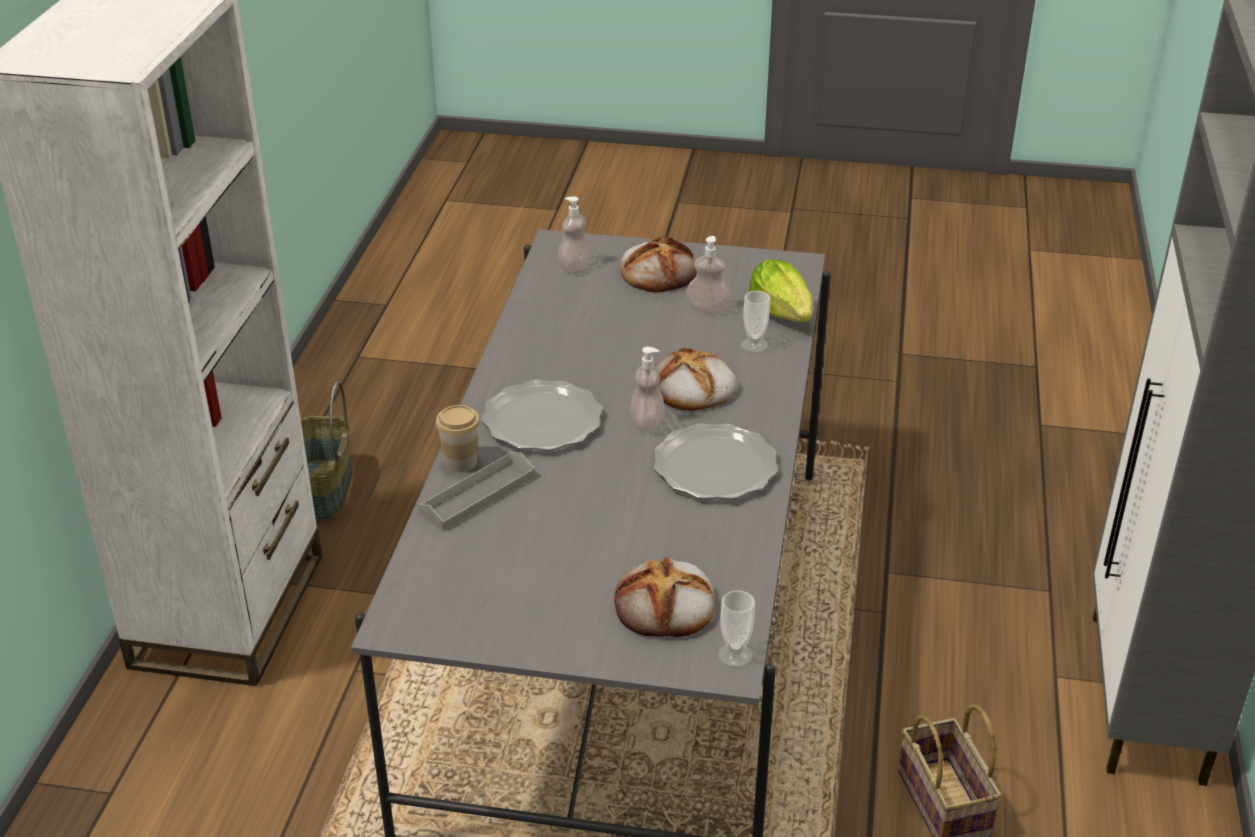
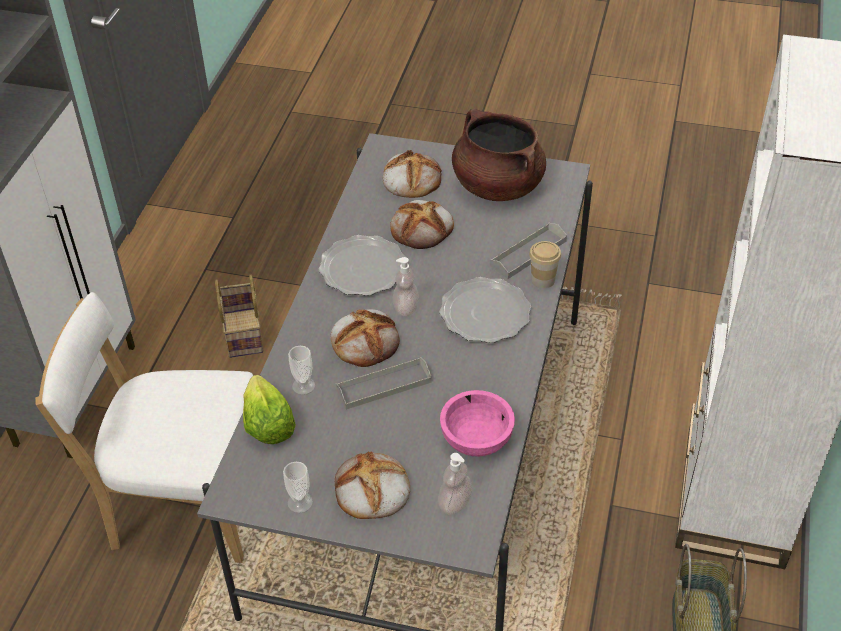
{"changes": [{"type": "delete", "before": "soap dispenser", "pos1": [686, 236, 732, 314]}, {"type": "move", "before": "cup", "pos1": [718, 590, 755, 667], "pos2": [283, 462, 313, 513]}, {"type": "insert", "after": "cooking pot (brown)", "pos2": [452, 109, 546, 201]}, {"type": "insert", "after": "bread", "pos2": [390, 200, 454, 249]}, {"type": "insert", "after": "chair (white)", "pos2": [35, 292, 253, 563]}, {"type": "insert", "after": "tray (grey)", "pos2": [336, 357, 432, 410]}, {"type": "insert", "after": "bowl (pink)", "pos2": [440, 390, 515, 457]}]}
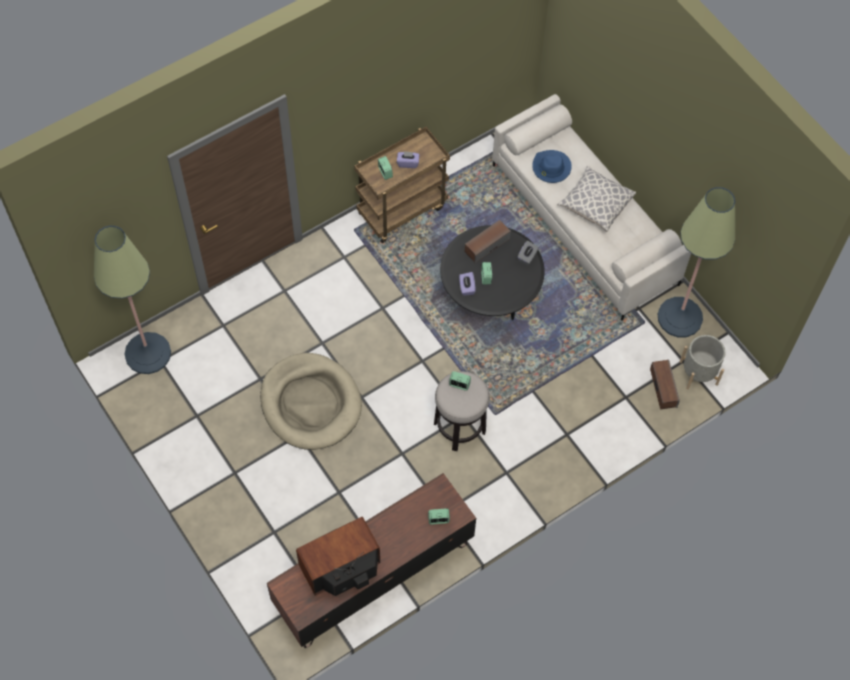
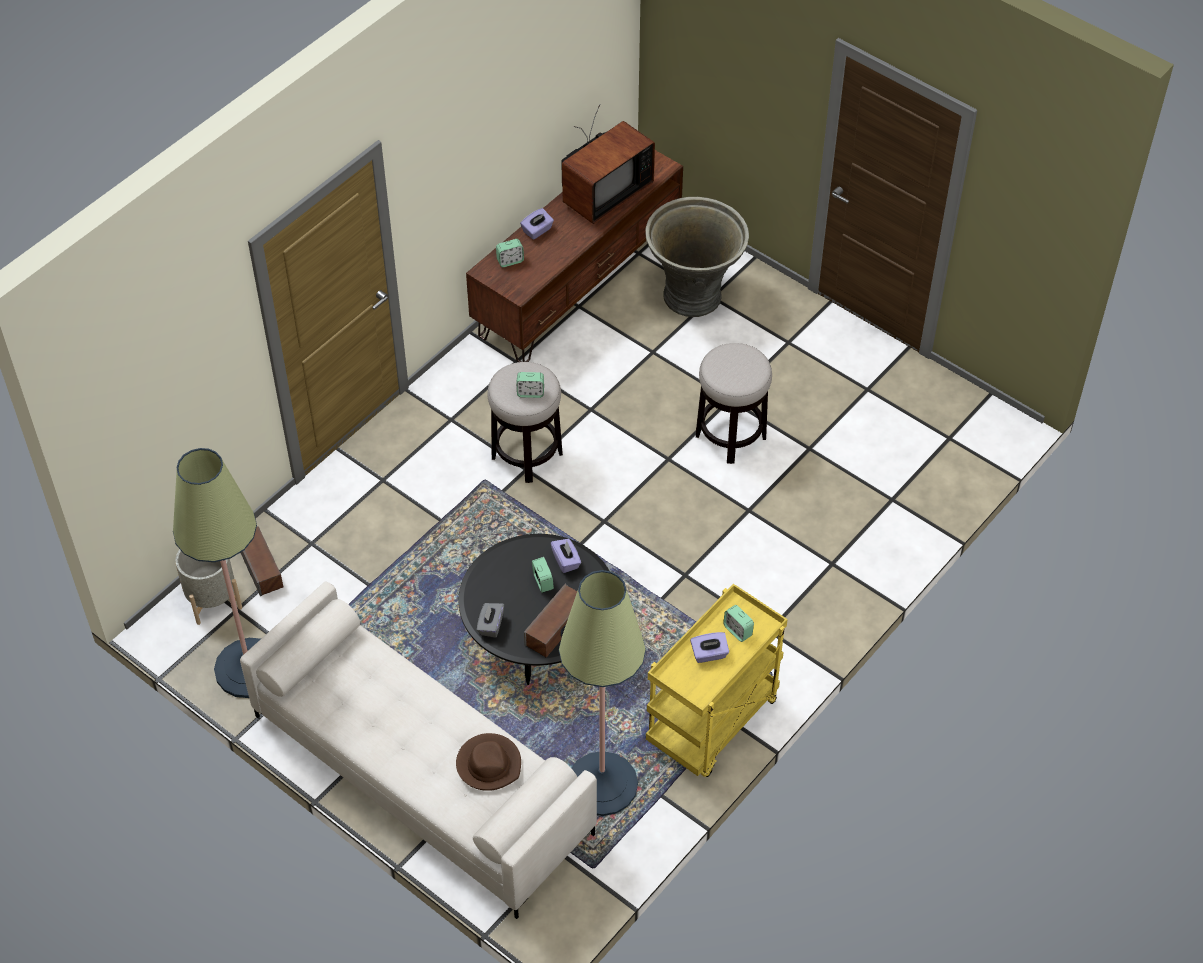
{"changes": [{"type": "recolor", "before": "cart (brown)", "after": "cart (yellow)", "pos1": [354, 127, 450, 243], "pos2": [646, 584, 788, 777]}, {"type": "recolor", "before": "hat (blue)", "after": "hat (brown)", "pos1": [532, 150, 572, 183], "pos2": [456, 733, 521, 791]}, {"type": "delete", "before": "pillow", "pos1": [558, 166, 636, 232]}, {"type": "move", "before": "floor lamp", "pos1": [94, 226, 171, 374], "pos2": [559, 570, 646, 816]}, {"type": "replace", "before": "dog bed (beige)", "after": "stool", "pos1": [260, 353, 362, 450], "pos2": [696, 343, 772, 464]}, {"type": "insert", "after": "planter (grey)", "pos2": [646, 197, 749, 317]}, {"type": "insert", "after": "tissue box (purple)", "pos2": [520, 208, 554, 240]}]}
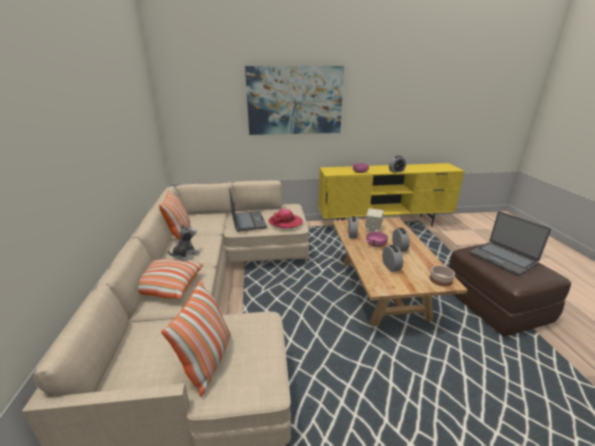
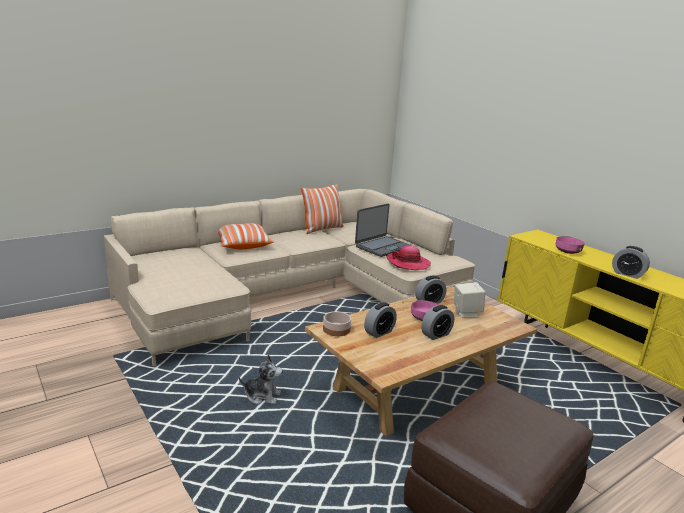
{"changes": [{"type": "delete", "before": "picture", "pos1": [245, 66, 344, 135]}, {"type": "delete", "before": "laptop", "pos1": [470, 211, 551, 276]}, {"type": "move", "before": "plush toy", "pos1": [168, 224, 200, 260], "pos2": [239, 355, 283, 404]}, {"type": "move", "before": "bowl", "pos1": [430, 265, 455, 287], "pos2": [323, 312, 351, 336]}, {"type": "delete", "before": "pillow", "pos1": [161, 280, 231, 397]}]}
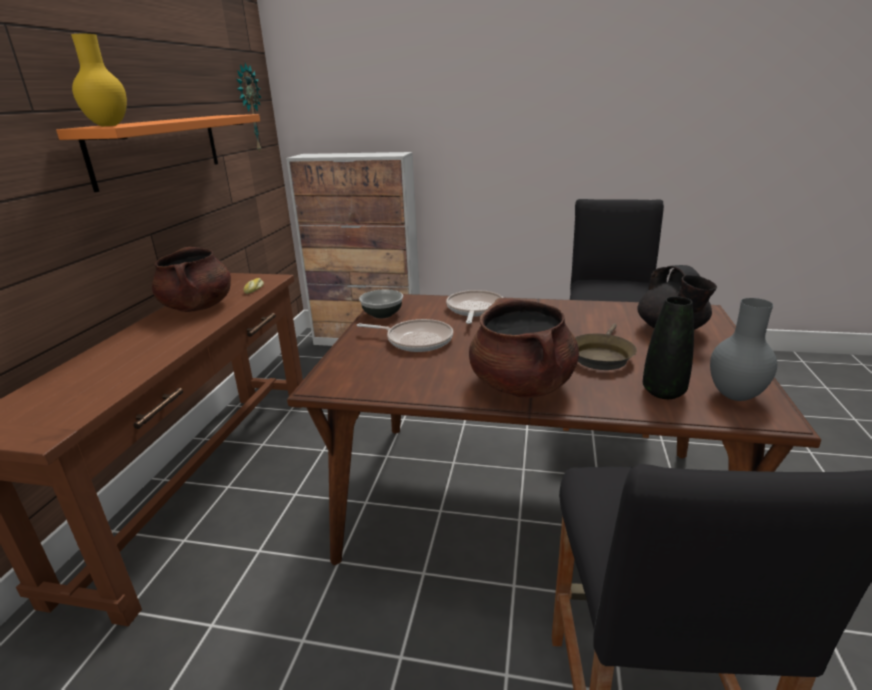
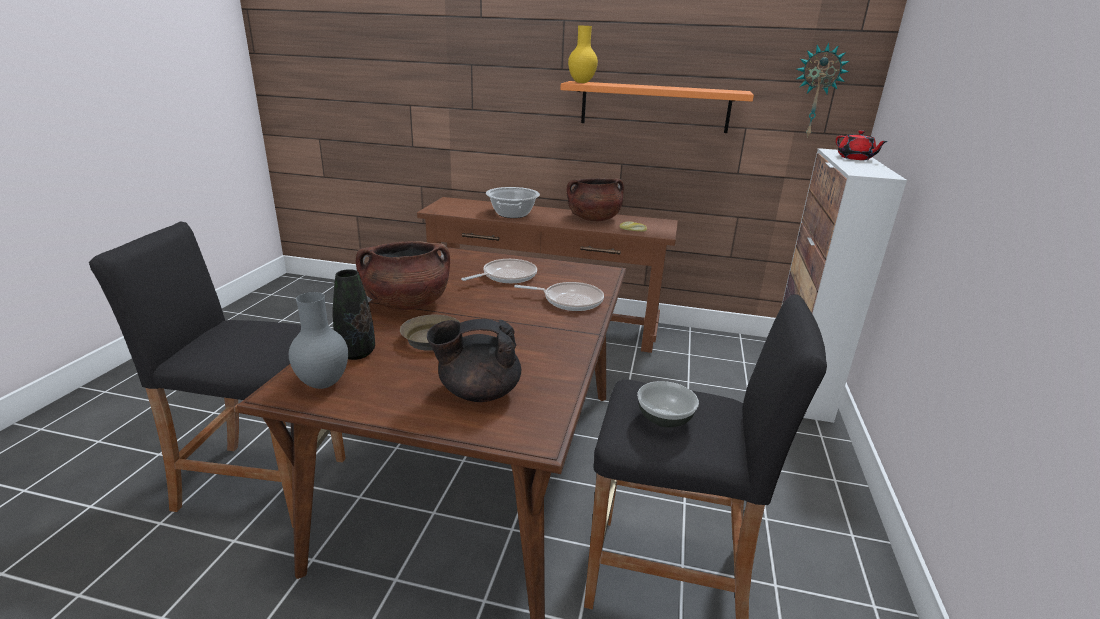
{"changes": [{"type": "move", "before": "bowl", "pos1": [359, 289, 403, 318], "pos2": [637, 381, 699, 428]}, {"type": "rotate", "before": "frying pan", "pos1": [357, 319, 453, 352], "pos2": [461, 259, 537, 283], "turn": -150}, {"type": "insert", "after": "teapot (red)", "pos2": [836, 130, 888, 160]}, {"type": "insert", "after": "cooking pot", "pos2": [486, 187, 540, 218]}]}
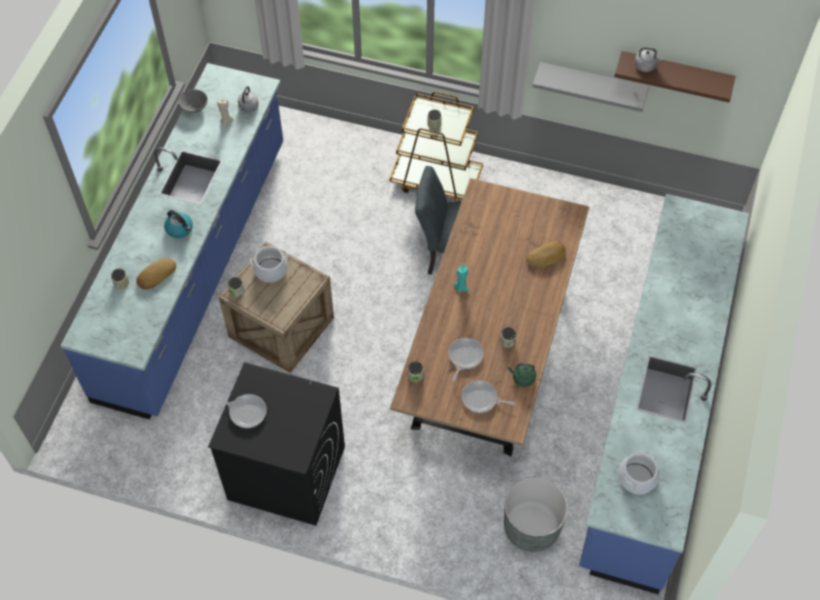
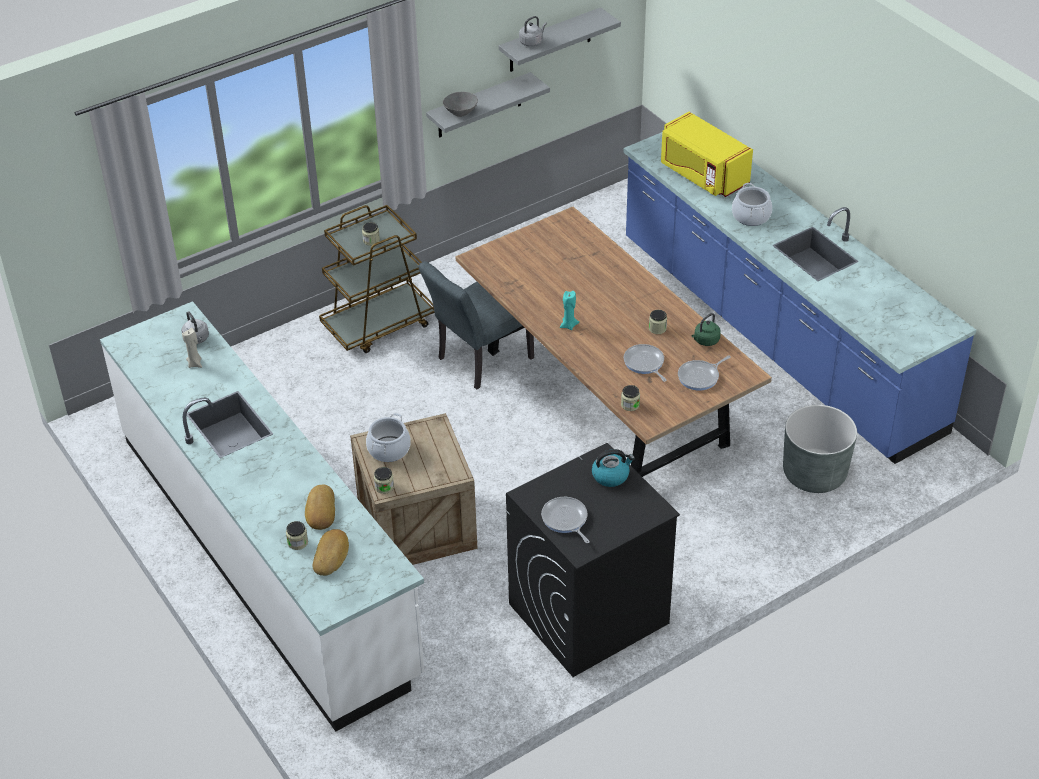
{"changes": [{"type": "recolor", "before": "shelf (brown)", "after": "shelf (grey)", "pos1": [614, 51, 735, 102], "pos2": [499, 7, 621, 72]}, {"type": "recolor", "before": "counter (blue)", "after": "counter (white)", "pos1": [60, 63, 283, 419], "pos2": [100, 301, 424, 732]}, {"type": "move", "before": "bowl (grey)", "pos1": [178, 89, 208, 113], "pos2": [443, 92, 478, 117]}, {"type": "move", "before": "kettle", "pos1": [164, 210, 193, 238], "pos2": [592, 449, 635, 487]}, {"type": "move", "before": "bread", "pos1": [526, 241, 565, 267], "pos2": [313, 529, 349, 576]}, {"type": "rotate", "before": "frying pan", "pos1": [213, 394, 267, 428], "pos2": [541, 497, 589, 543], "turn": -90}, {"type": "move", "before": "cooking pot", "pos1": [618, 451, 659, 494], "pos2": [732, 183, 772, 226]}, {"type": "insert", "after": "microwave (yellow)", "pos2": [661, 112, 753, 197]}]}
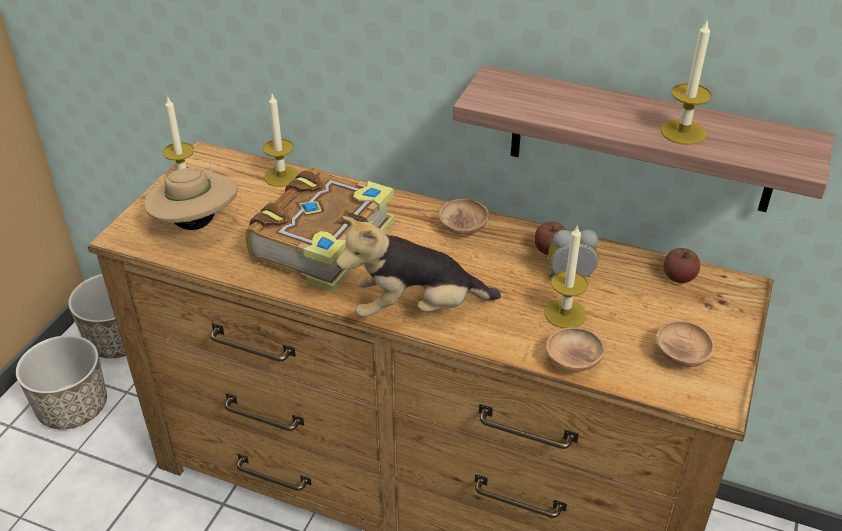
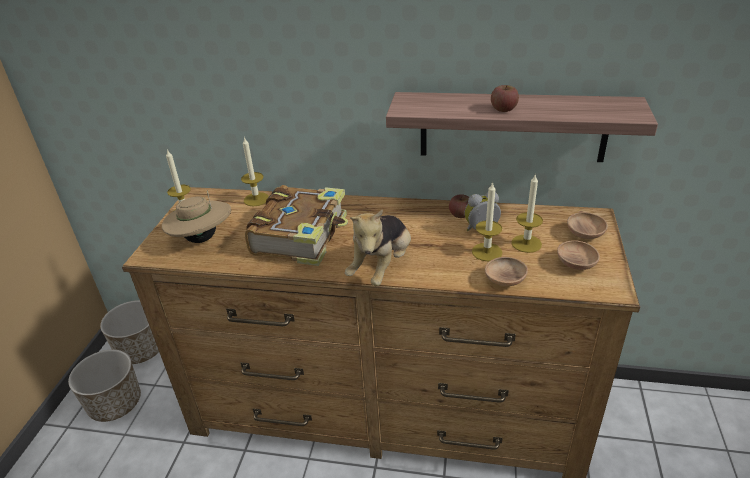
{"changes": [{"type": "move", "before": "candle", "pos1": [661, 19, 712, 145], "pos2": [511, 173, 543, 253]}, {"type": "move", "before": "bowl (brown)", "pos1": [439, 199, 489, 235], "pos2": [567, 212, 608, 239]}, {"type": "rotate", "before": "plush toy", "pos1": [336, 216, 501, 317], "pos2": [345, 210, 411, 286], "turn": -45}, {"type": "move", "before": "apple", "pos1": [663, 248, 700, 283], "pos2": [491, 85, 519, 112]}]}
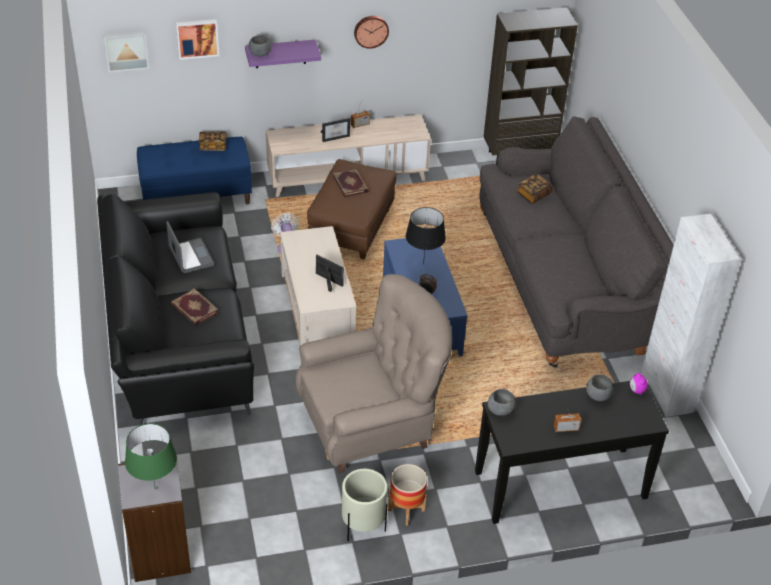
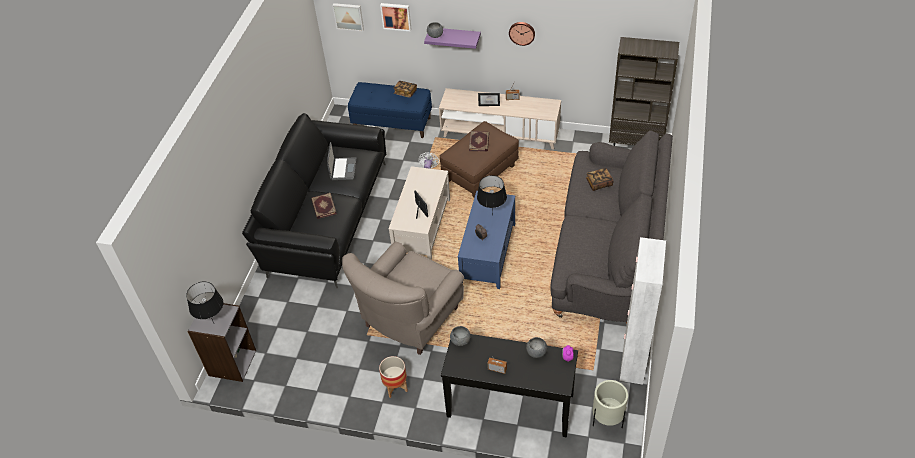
{"changes": [{"type": "rotate", "before": "armchair (beige)", "pos1": [295, 274, 452, 473], "pos2": [342, 242, 464, 355], "turn": 120}, {"type": "recolor", "before": "table lamp (green)", "after": "table lamp (black)", "pos1": [125, 423, 177, 490], "pos2": [186, 282, 223, 323]}, {"type": "move", "before": "planter (beige)", "pos1": [342, 469, 388, 541], "pos2": [593, 380, 628, 428]}]}
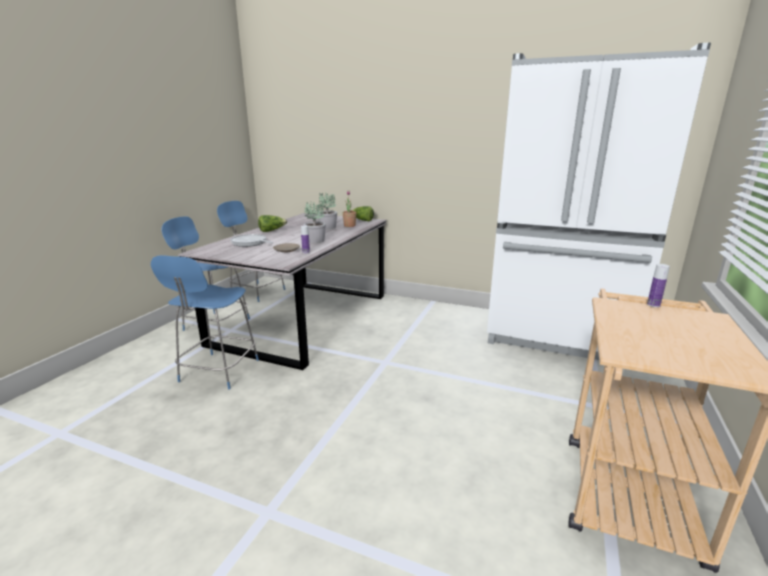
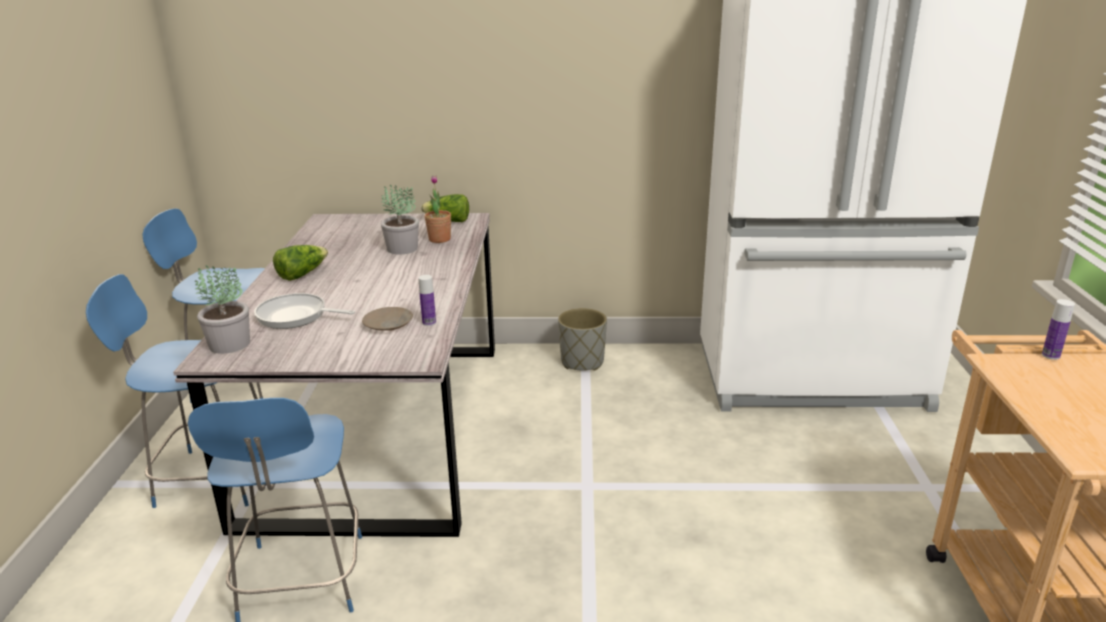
{"changes": [{"type": "move", "before": "potted plant", "pos1": [303, 202, 326, 243], "pos2": [195, 265, 250, 354]}, {"type": "insert", "after": "planter (grey)", "pos2": [558, 308, 607, 371]}]}
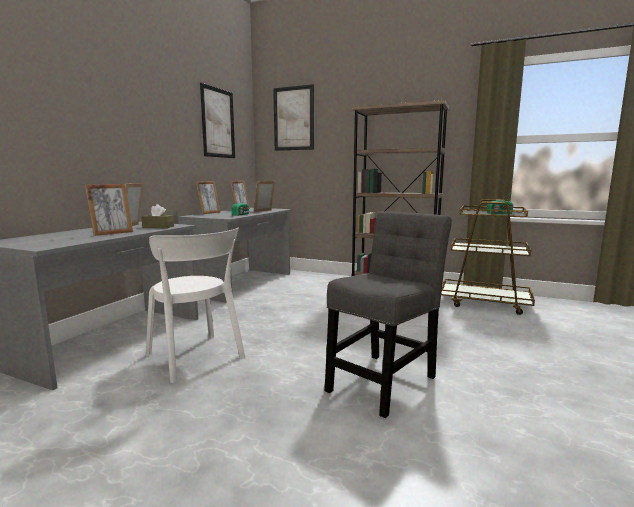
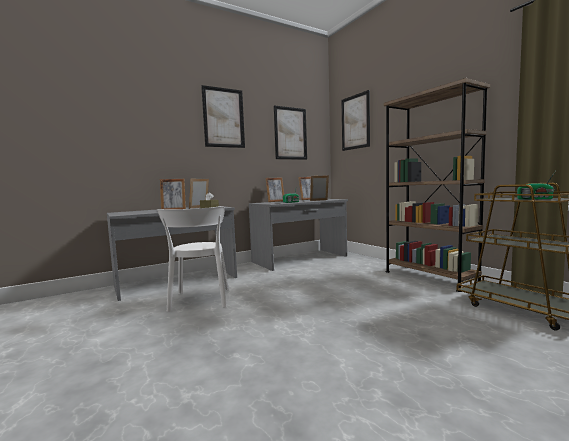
{"changes": [{"type": "delete", "before": "chair (grey)", "pos1": [325, 211, 452, 418]}, {"type": "insert", "after": "picture", "pos2": [201, 85, 245, 148]}]}
